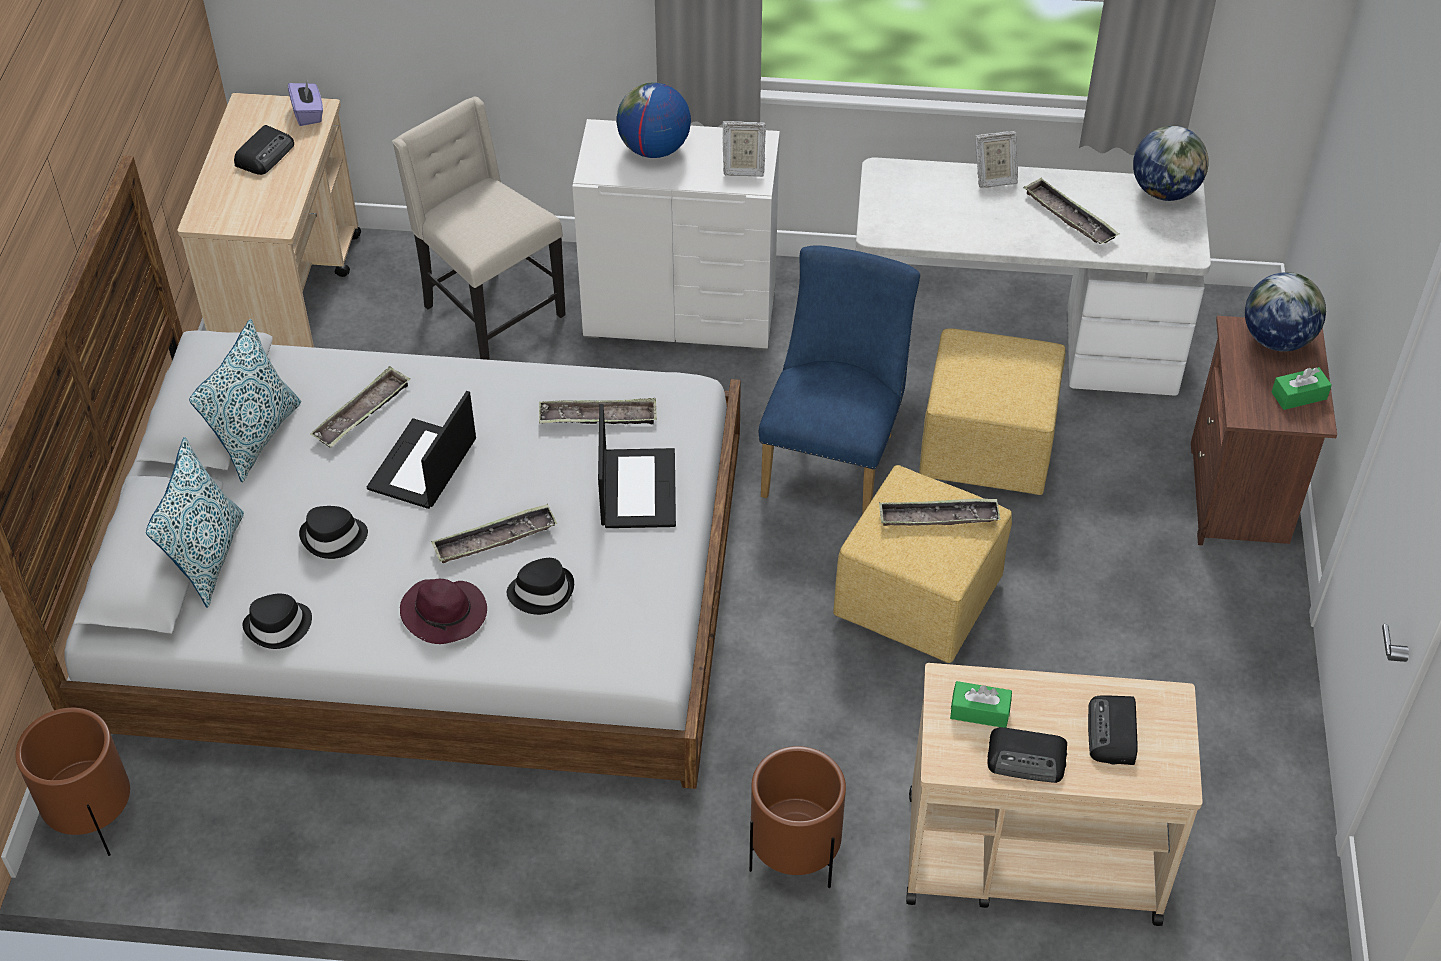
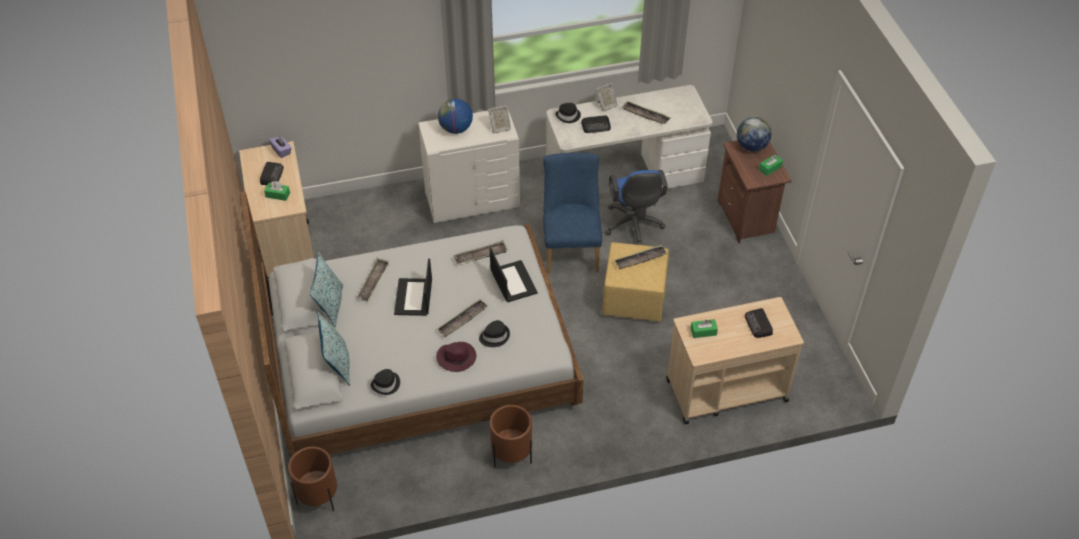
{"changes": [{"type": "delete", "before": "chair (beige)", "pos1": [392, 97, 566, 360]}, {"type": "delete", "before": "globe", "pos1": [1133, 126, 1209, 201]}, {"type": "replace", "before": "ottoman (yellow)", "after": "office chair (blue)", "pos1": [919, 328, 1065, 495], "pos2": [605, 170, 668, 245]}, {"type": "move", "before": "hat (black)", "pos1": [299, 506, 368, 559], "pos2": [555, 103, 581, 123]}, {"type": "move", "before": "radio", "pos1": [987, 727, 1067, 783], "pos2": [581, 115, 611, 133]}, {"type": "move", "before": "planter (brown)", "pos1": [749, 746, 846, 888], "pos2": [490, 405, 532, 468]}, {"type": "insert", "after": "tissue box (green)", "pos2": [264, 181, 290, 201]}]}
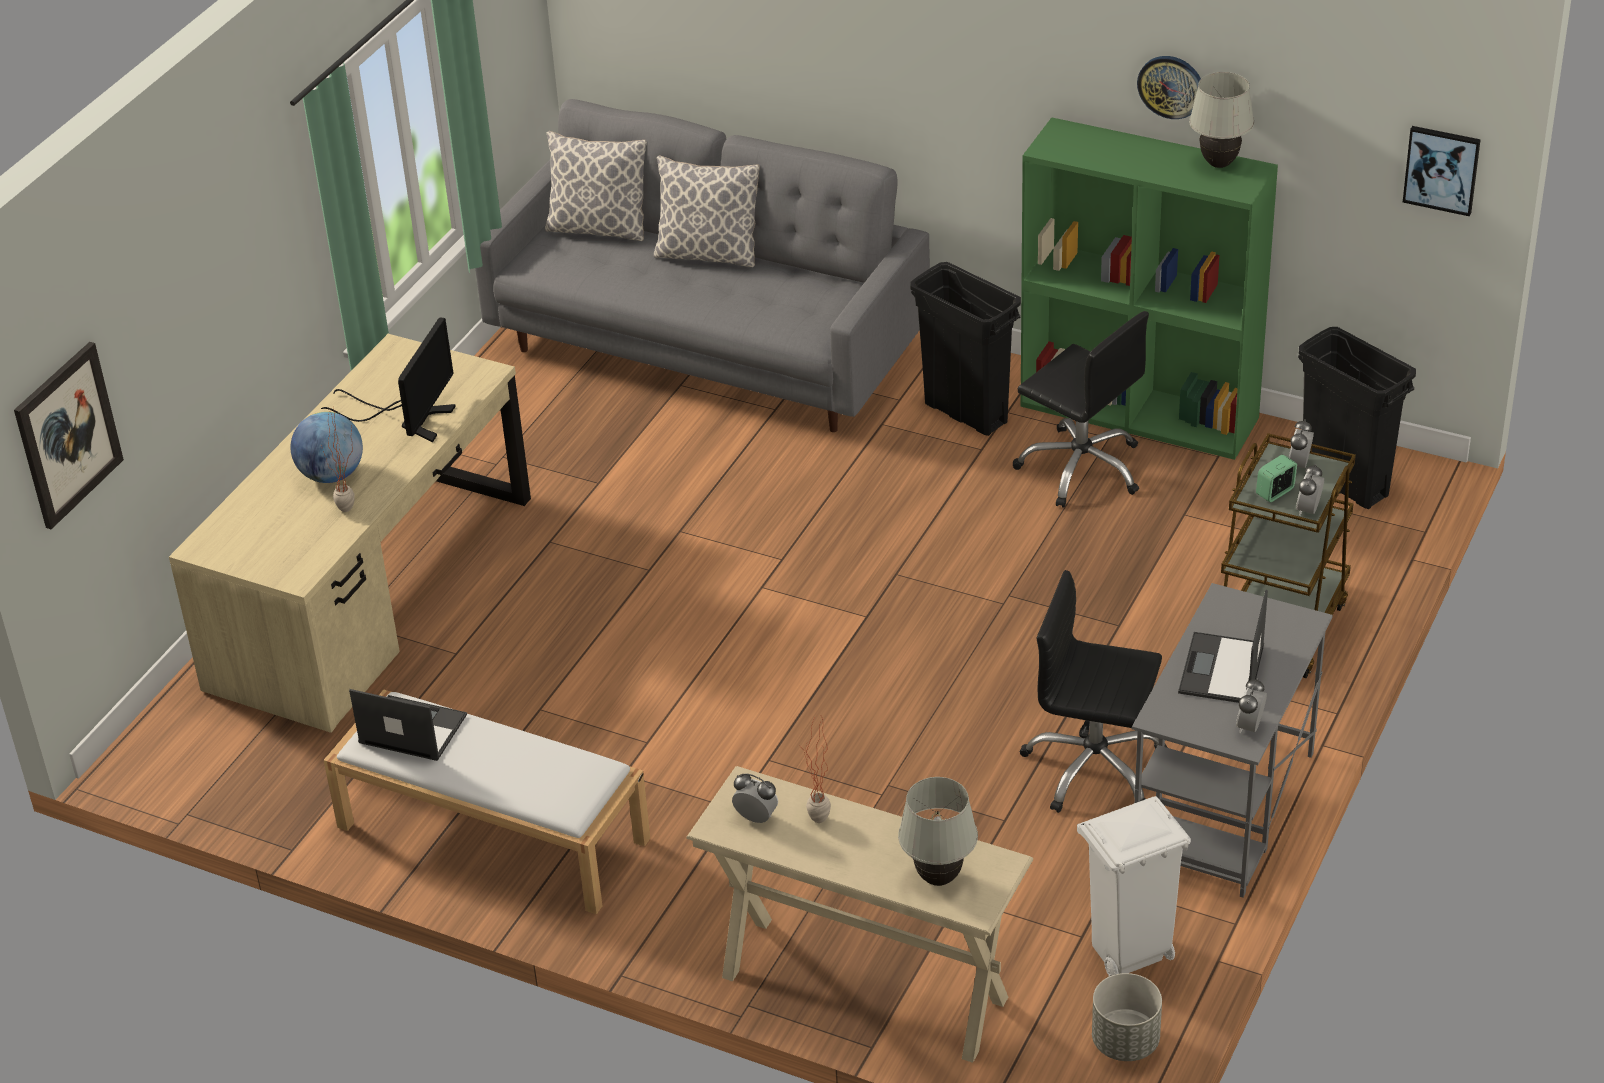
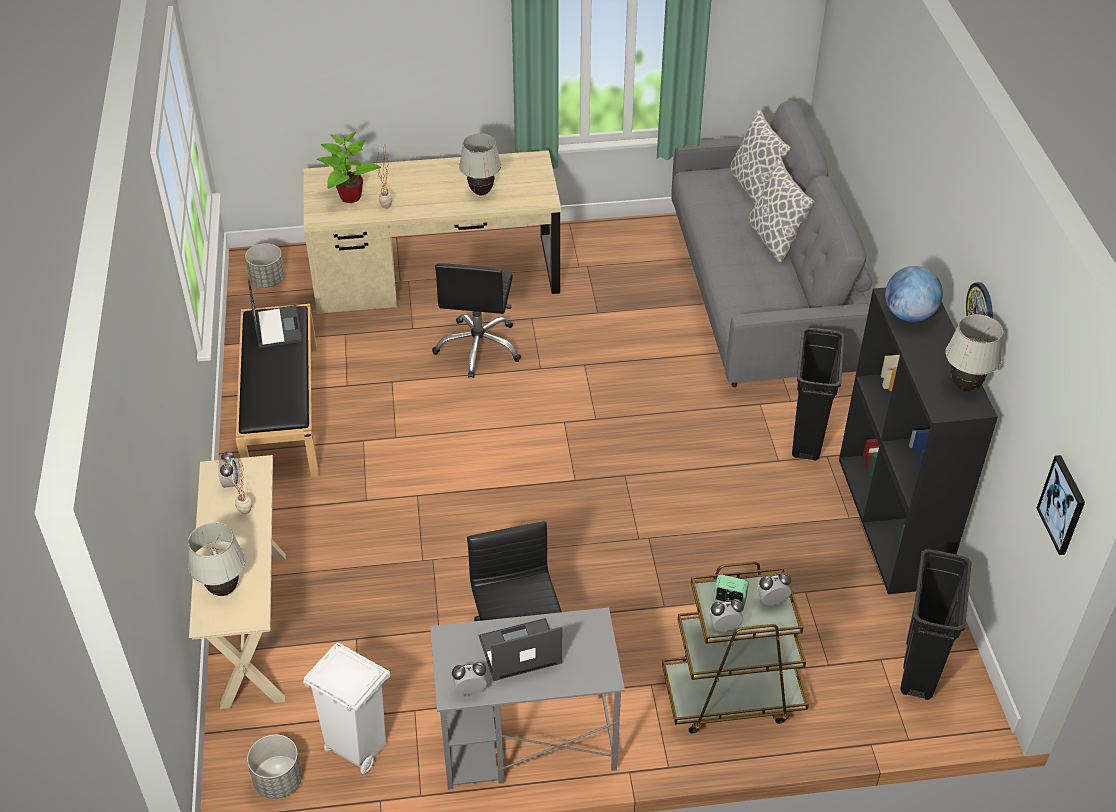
{"changes": [{"type": "recolor", "before": "bookcase (green)", "after": "bookcase (black)", "pos1": [1021, 117, 1278, 460], "pos2": [839, 287, 998, 594]}, {"type": "move", "before": "office chair (black)", "pos1": [1013, 311, 1149, 508], "pos2": [432, 263, 521, 378]}, {"type": "replace", "before": "monitor", "after": "table lamp (white)", "pos1": [321, 317, 456, 442], "pos2": [459, 133, 501, 195]}, {"type": "delete", "before": "picture", "pos1": [14, 342, 124, 529]}, {"type": "move", "before": "globe", "pos1": [290, 412, 363, 483], "pos2": [885, 266, 943, 322]}, {"type": "recolor", "before": "bench (white)", "after": "bench (black)", "pos1": [324, 690, 650, 914], "pos2": [236, 304, 319, 477]}, {"type": "insert", "after": "potted plant", "pos2": [317, 132, 381, 203]}, {"type": "insert", "after": "planter (grey)", "pos2": [245, 244, 285, 288]}]}
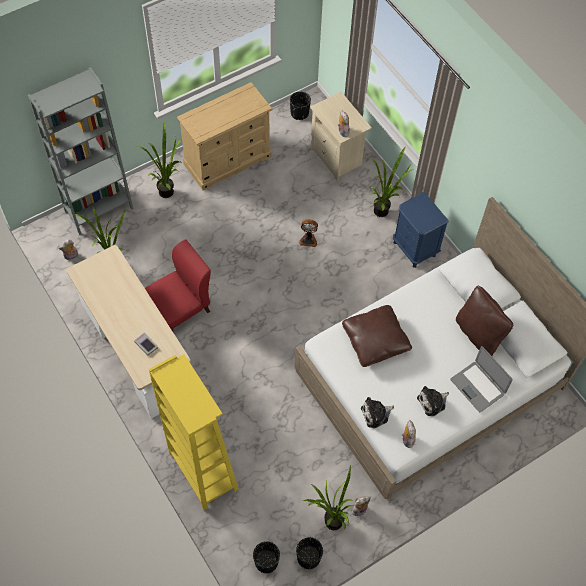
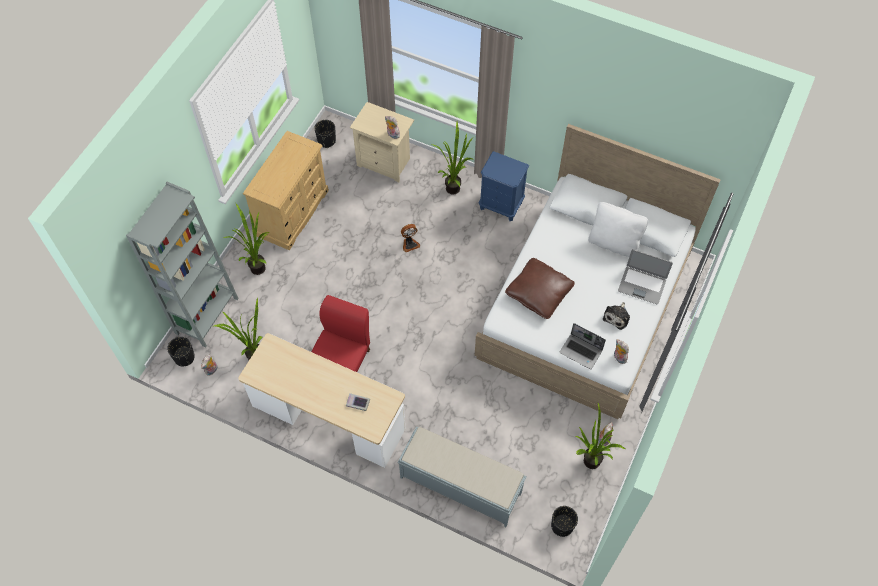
{"changes": [{"type": "recolor", "before": "pillow (brown)", "after": "pillow (white)", "pos1": [456, 286, 513, 356], "pos2": [588, 202, 648, 257]}, {"type": "replace", "before": "bookcase (yellow)", "after": "bench (grey)", "pos1": [149, 354, 239, 510], "pos2": [397, 427, 527, 527]}, {"type": "replace", "before": "plush toy", "after": "laptop", "pos1": [361, 397, 394, 428], "pos2": [560, 323, 606, 369]}, {"type": "move", "before": "planter (black)", "pos1": [296, 537, 323, 569], "pos2": [167, 337, 195, 366]}]}
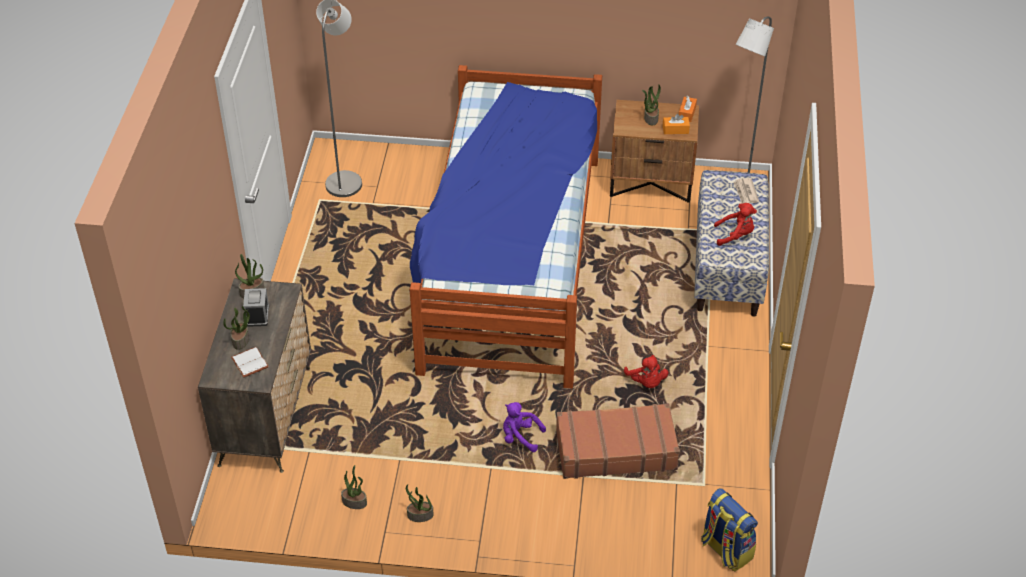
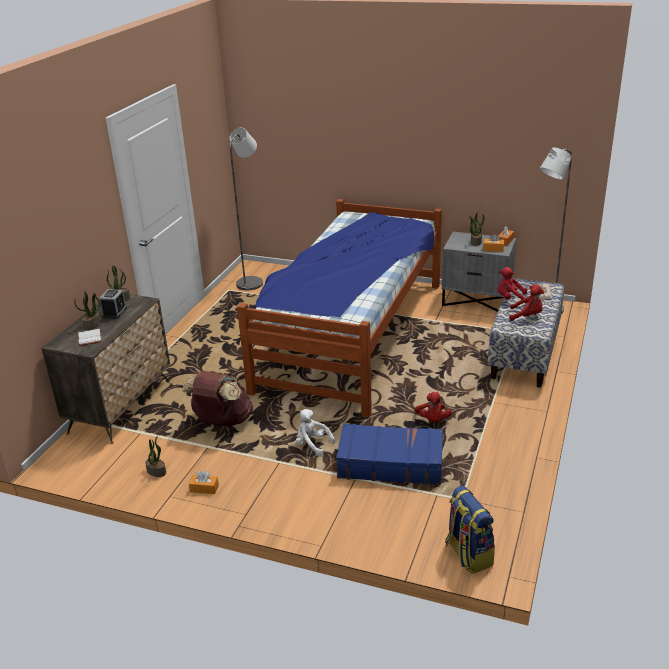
{"changes": [{"type": "recolor", "before": "nightstand (brown)", "after": "nightstand (grey)", "pos1": [610, 100, 699, 203], "pos2": [442, 232, 516, 312]}, {"type": "recolor", "before": "plush toy (purple)", "after": "plush toy (white)", "pos1": [503, 402, 546, 452], "pos2": [296, 409, 335, 456]}, {"type": "recolor", "before": "suitcase (brown)", "after": "suitcase (blue)", "pos1": [556, 403, 680, 479], "pos2": [336, 424, 443, 485]}, {"type": "replace", "before": "potted plant", "after": "tissue box (orange)", "pos1": [406, 485, 434, 522], "pos2": [189, 471, 219, 494]}, {"type": "insert", "after": "plush toy (red)", "pos2": [498, 267, 528, 304]}, {"type": "insert", "after": "backpack (brown)", "pos2": [182, 371, 253, 427]}]}
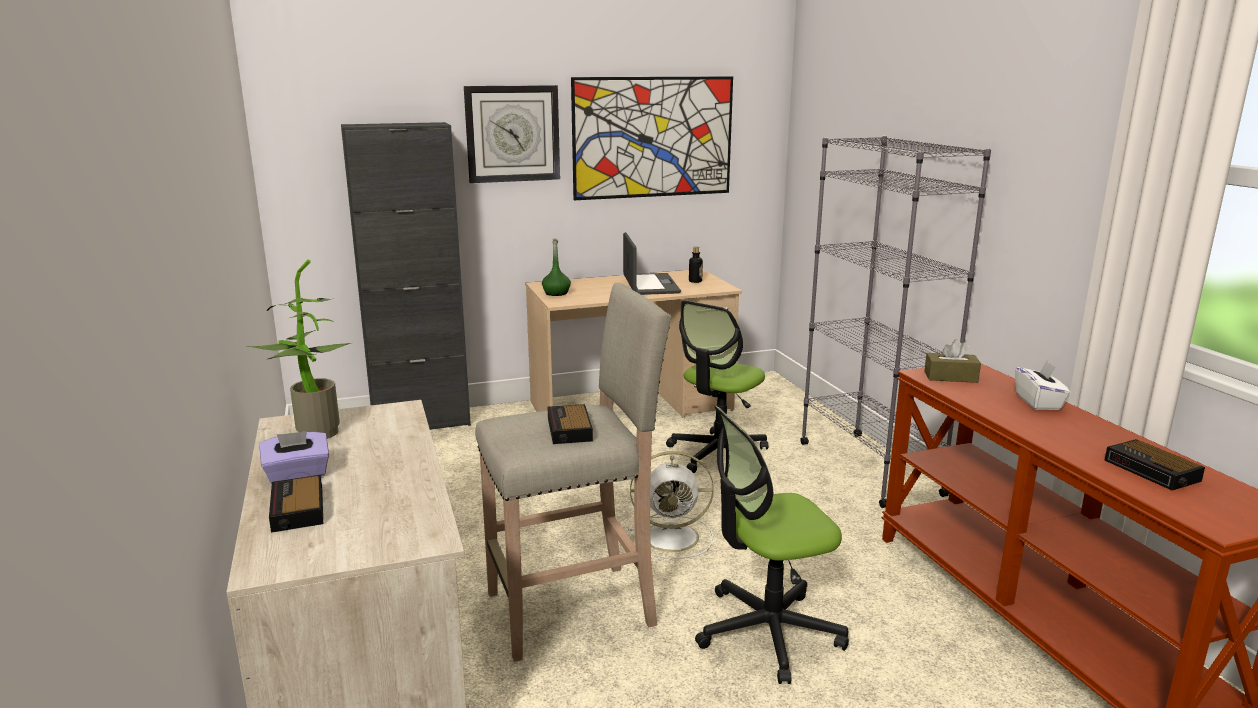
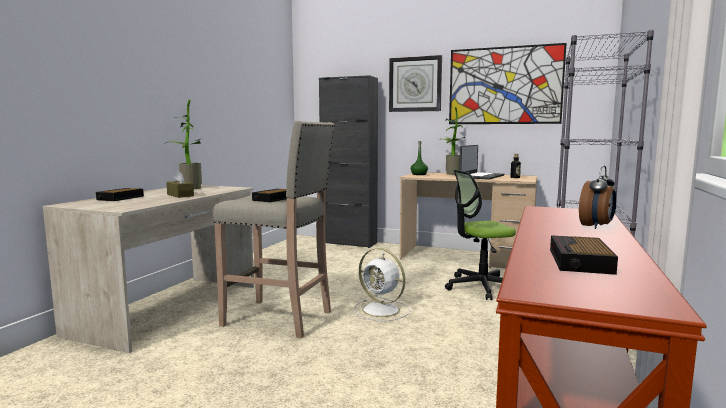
{"changes": [{"type": "move", "before": "tissue box (brown)", "pos1": [924, 339, 981, 383], "pos2": [166, 170, 194, 198]}, {"type": "replace", "before": "tissue box (white)", "after": "alarm clock", "pos1": [1015, 360, 1071, 410], "pos2": [579, 166, 616, 229]}, {"type": "delete", "before": "office chair", "pos1": [695, 406, 849, 684]}, {"type": "delete", "before": "tissue box (purple)", "pos1": [259, 431, 329, 484]}, {"type": "insert", "after": "potted plant", "pos2": [439, 107, 465, 175]}]}
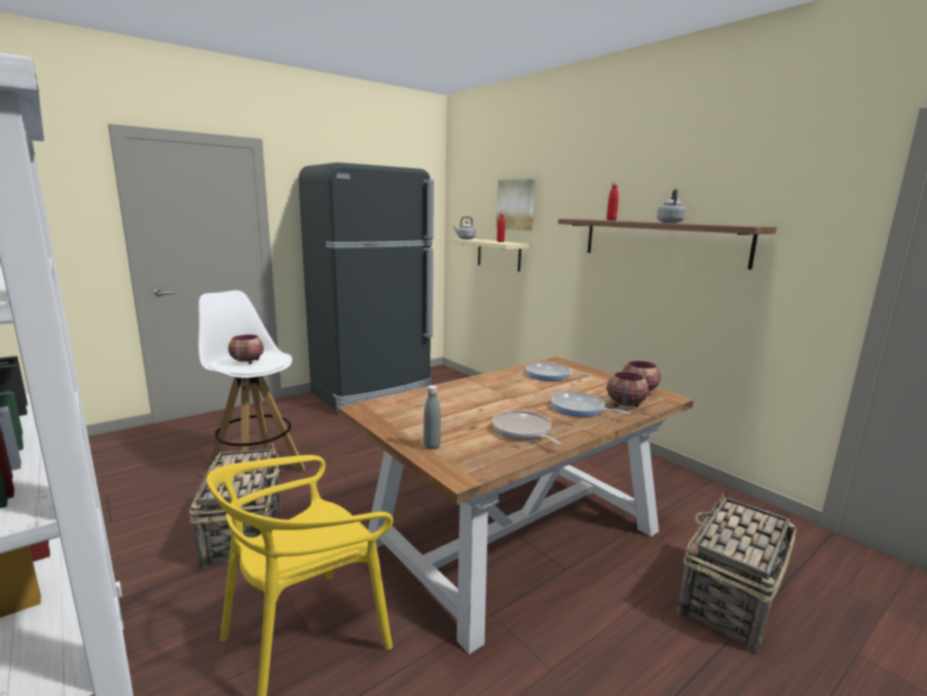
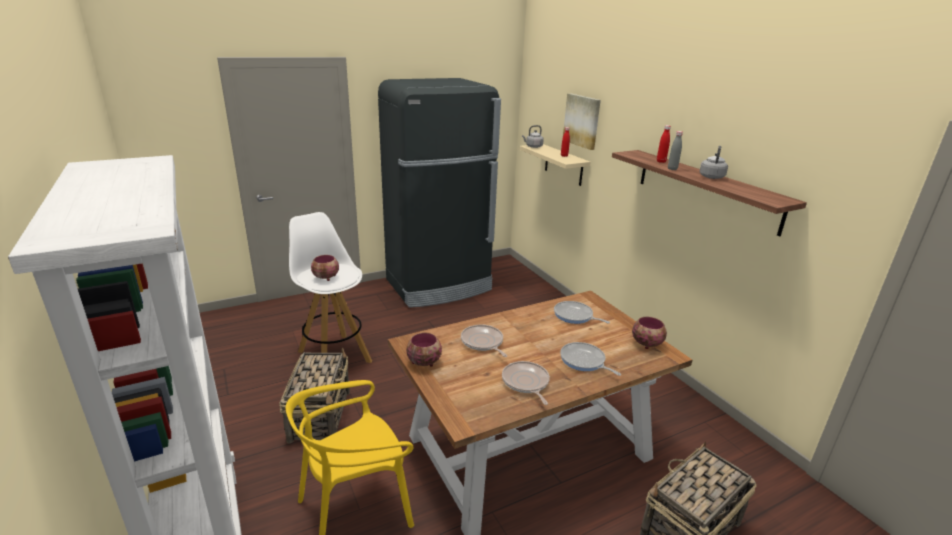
{"changes": [{"type": "move", "before": "bowl", "pos1": [607, 371, 649, 407], "pos2": [406, 333, 442, 366]}, {"type": "move", "before": "bottle (grey)", "pos1": [423, 385, 441, 449], "pos2": [668, 131, 683, 170]}, {"type": "insert", "after": "frying pan", "pos2": [461, 325, 508, 357]}]}
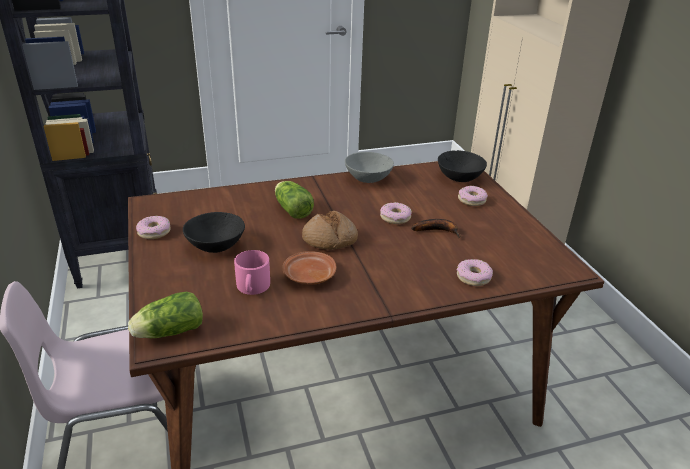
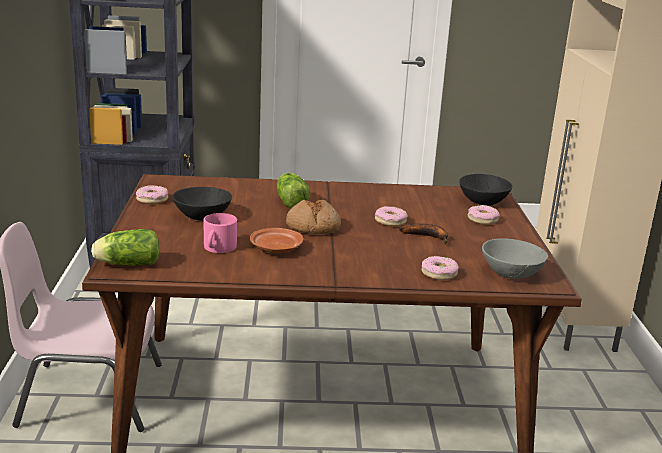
{"changes": [{"type": "move", "before": "bowl (grey)", "pos1": [345, 152, 394, 183], "pos2": [482, 238, 548, 279]}]}
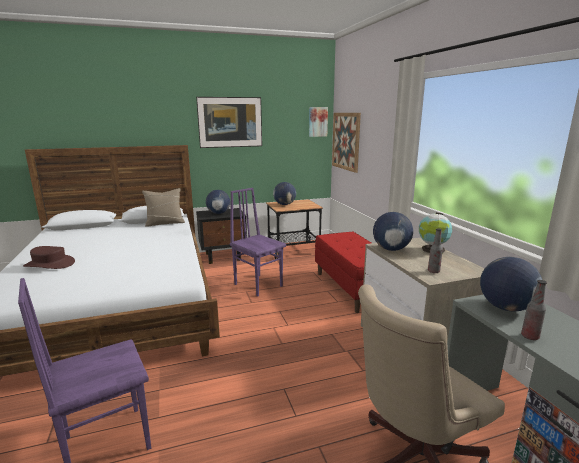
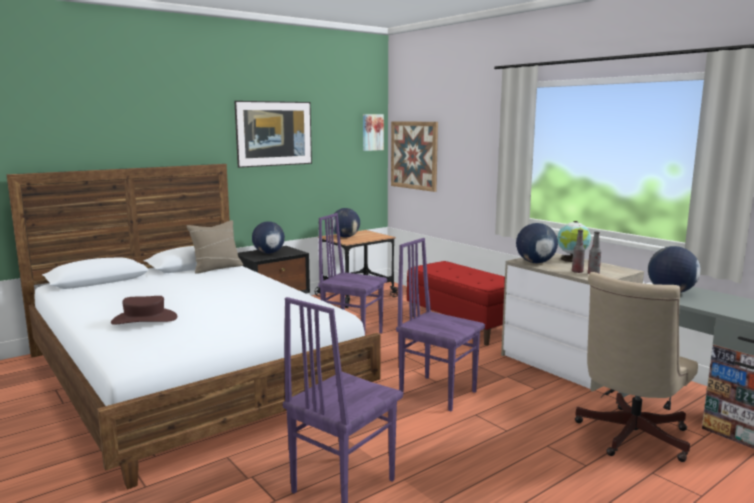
{"changes": [{"type": "move", "before": "bottle", "pos1": [521, 280, 547, 340], "pos2": [572, 230, 585, 273]}, {"type": "insert", "after": "chair (purple)", "pos2": [396, 238, 485, 411]}]}
